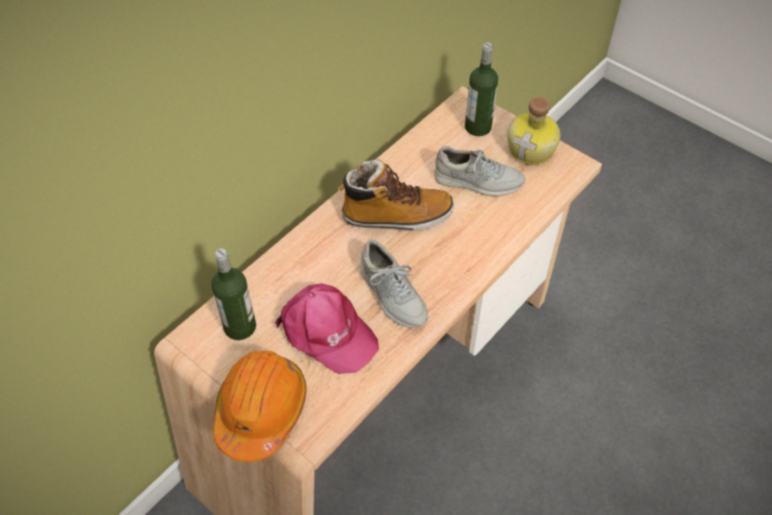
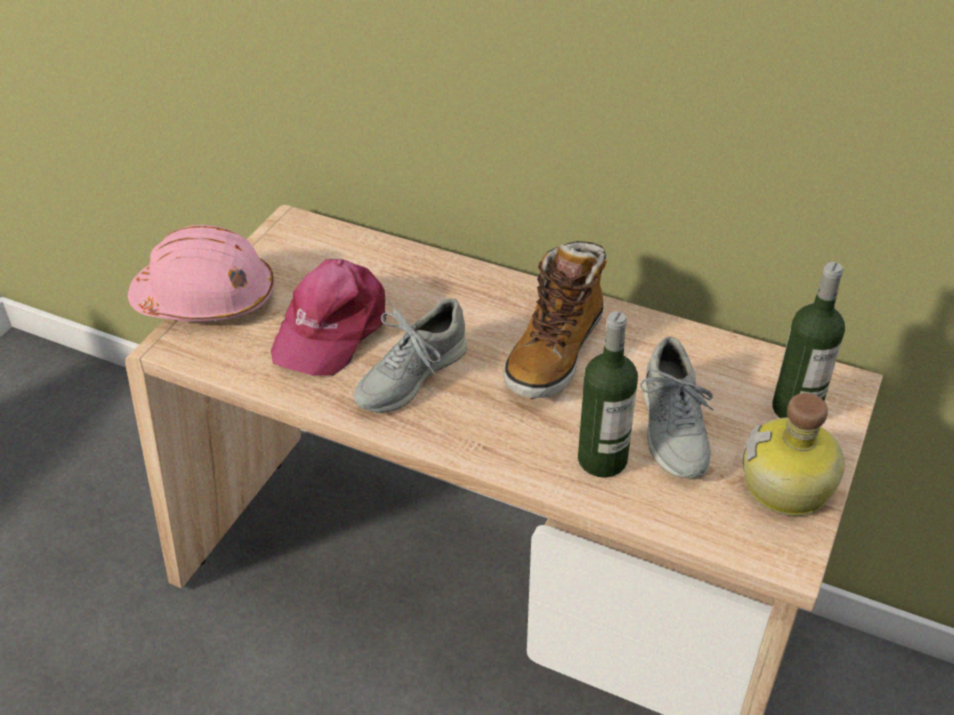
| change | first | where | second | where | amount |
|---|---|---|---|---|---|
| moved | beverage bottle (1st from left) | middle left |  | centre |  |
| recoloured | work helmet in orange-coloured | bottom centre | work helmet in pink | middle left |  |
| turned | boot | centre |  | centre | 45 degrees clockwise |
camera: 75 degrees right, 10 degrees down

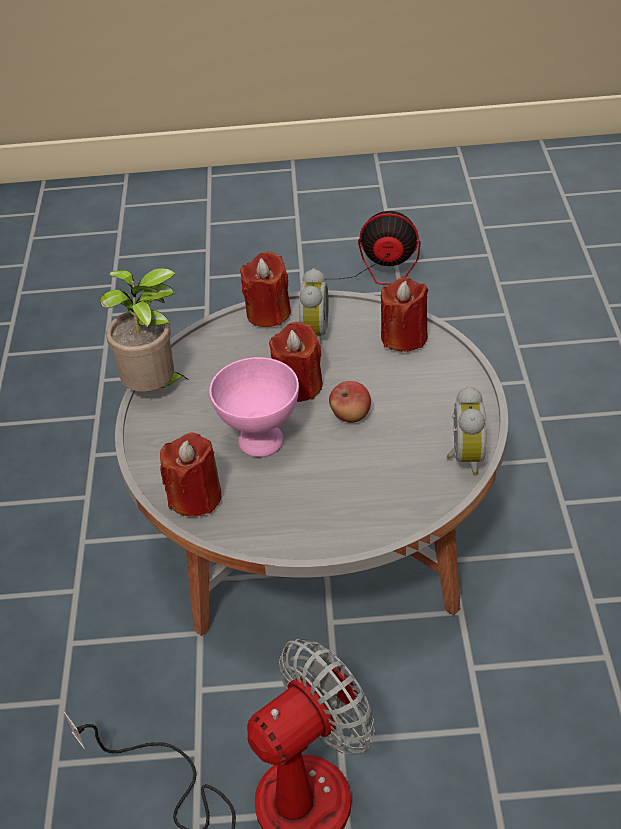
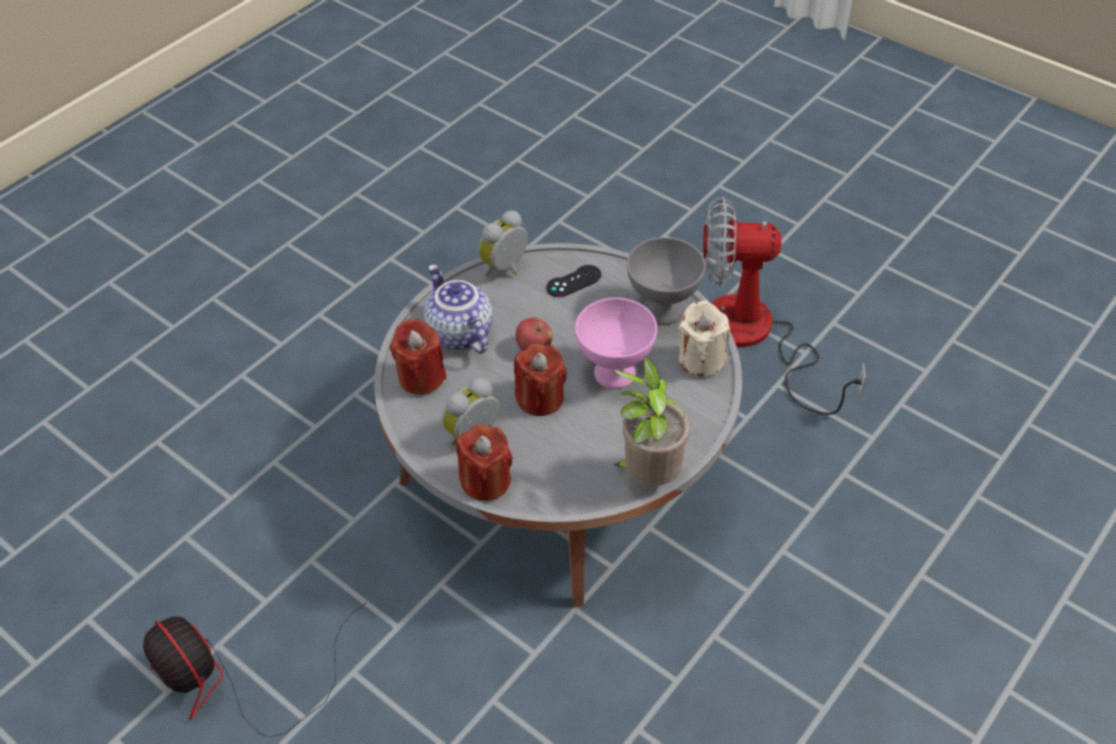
| change | first | where | second | where | amount |
|---|---|---|---|---|---|
| recoloured | wax light in red-coloured (1st from left) | middle left | wax light in beige-coloured | centre |  |
| added |  |  | teapot | centre |  |
| added |  |  | gamepad in blackish | centre |  |
| added |  |  | bowl in grey | centre |  |
camera: 140 degrees left, 5 degrees up

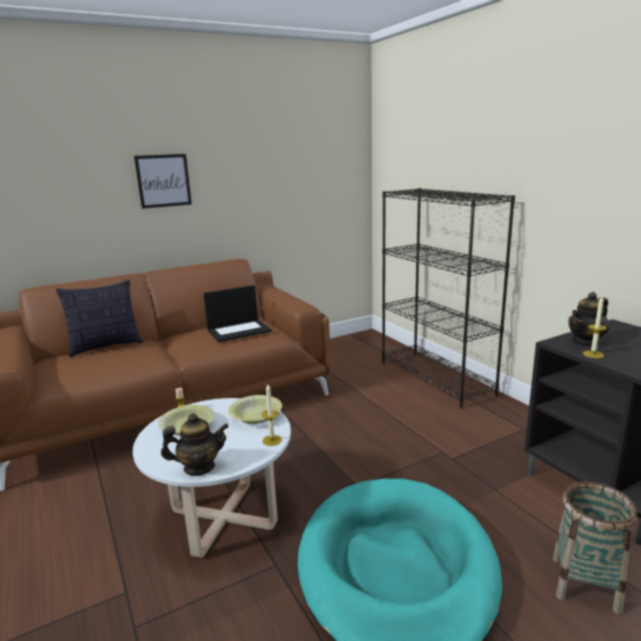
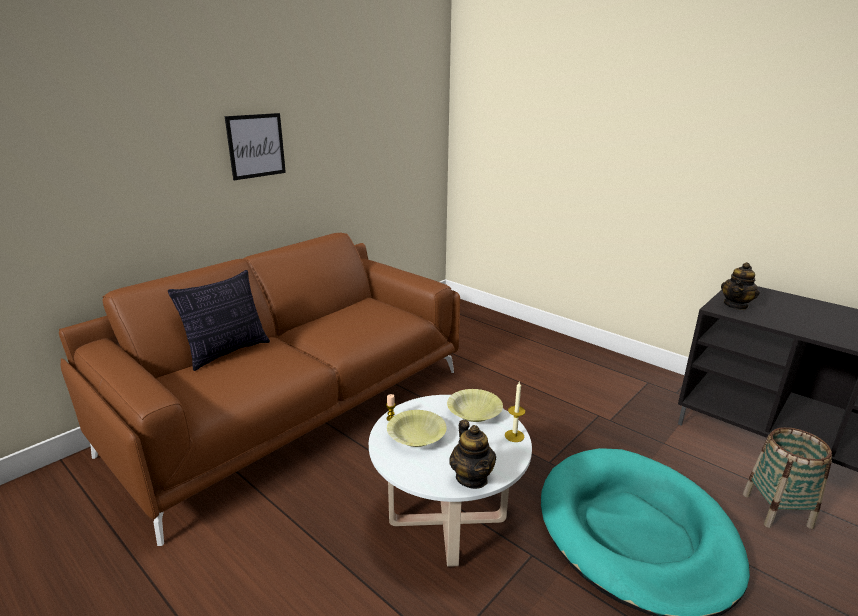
| change | first | where | second | where | amount |
|---|---|---|---|---|---|
| turned | teapot (1st from left) | bottom left |  | bottom centre | 105 degrees clockwise |
| removed | notebook computer | centre |  |  |  |
| removed | shelving unit in blackish | middle right |  |  |  |
| removed | wax light (3rd from left) | middle right |  |  |  |
camera: 20 degrees left, 5 degrees up

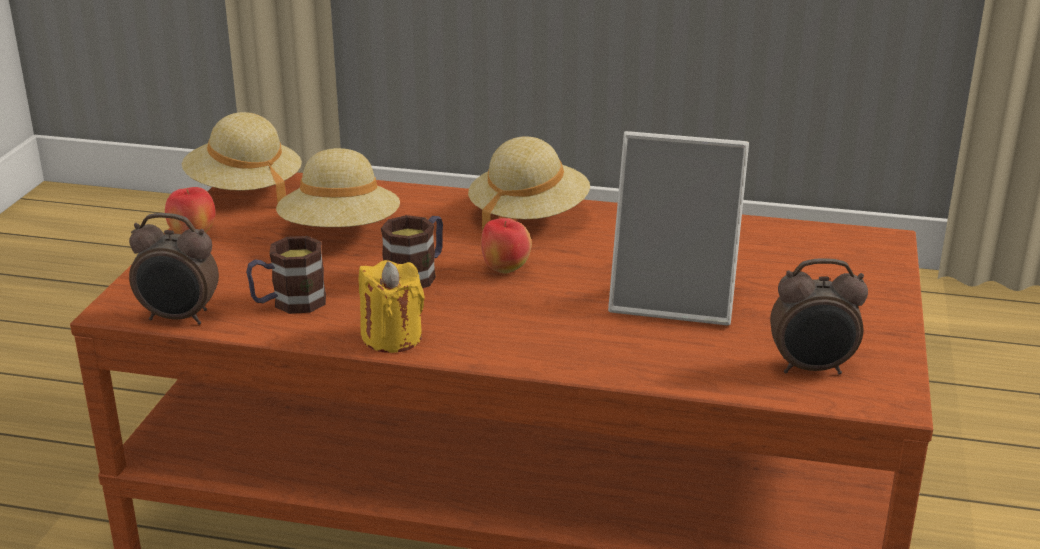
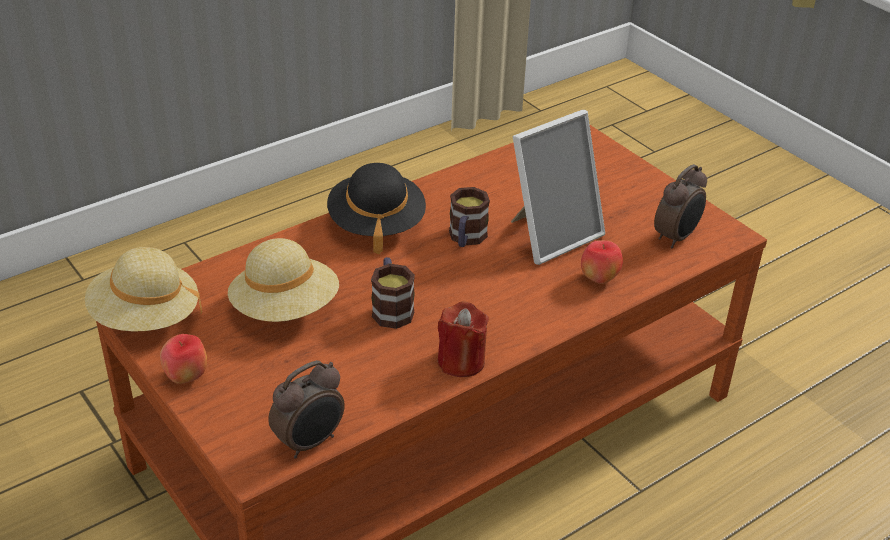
| change | first | where | second | where | amount |
|---|---|---|---|---|---|
| moved | tea mug (1st from left in the first image) | middle left | tea mug (2nd from left) | centre |  |
| recoloured | wax light in yellow-coloured | centre | wax light in red-coloured | centre |  |
| recoloured | hat in beige-coloured (3rd from left) | centre | hat in blackish | centre |  |
| moved | apple fruit (2nd from left) | centre |  | middle right |  |
camera: 50 degrees left, 10 degrees up

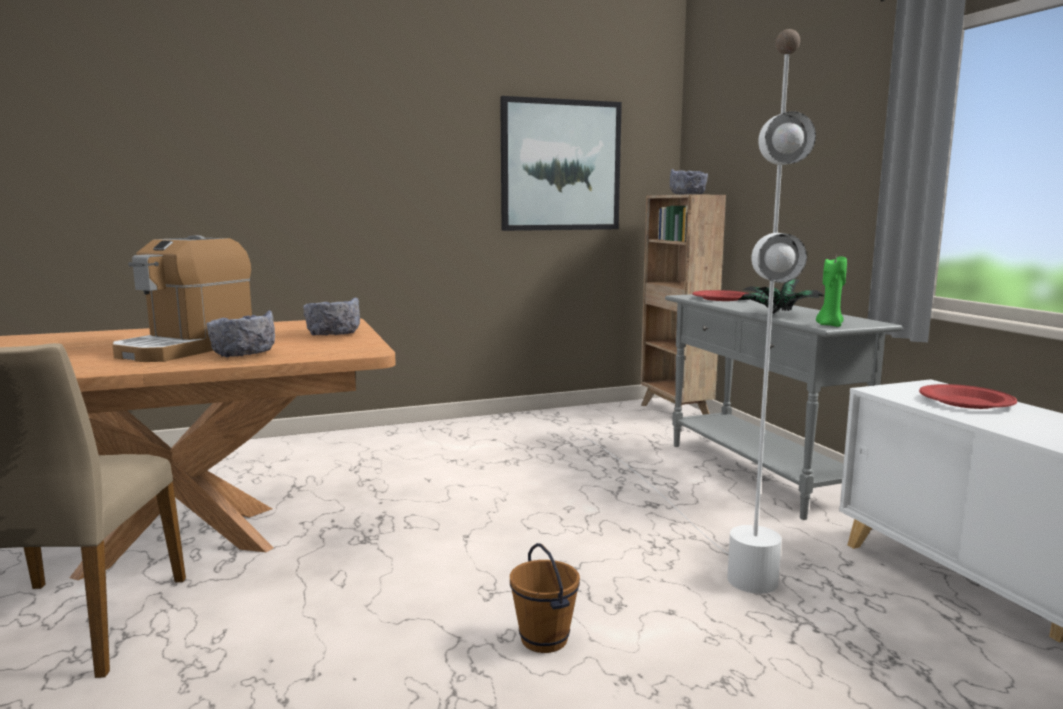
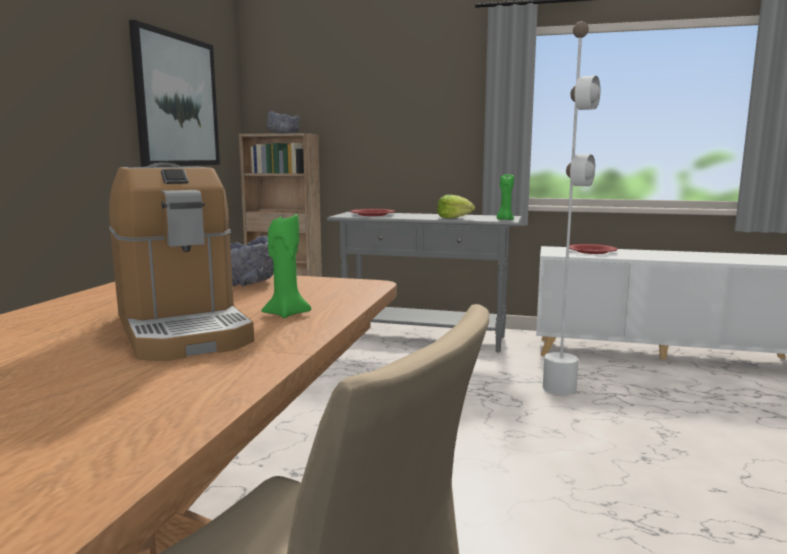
| change | first | where | second | where | amount |
|---|---|---|---|---|---|
| replaced | bowl in grey (1st from left) | middle left | wax light in greenish (1st from left) | centre |  |
| removed | pail in brown-coloured | bottom centre |  |  |  |
| replaced | houseplant | middle right | lettuce | centre |  |
camera: 55 degrees left, 0 degrees up

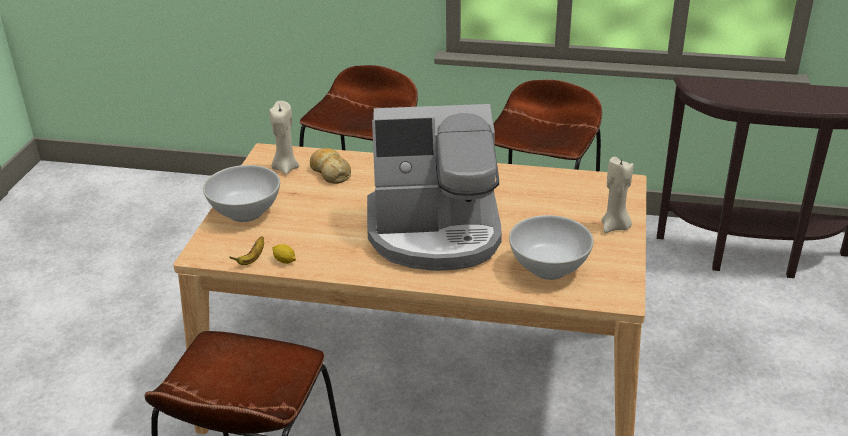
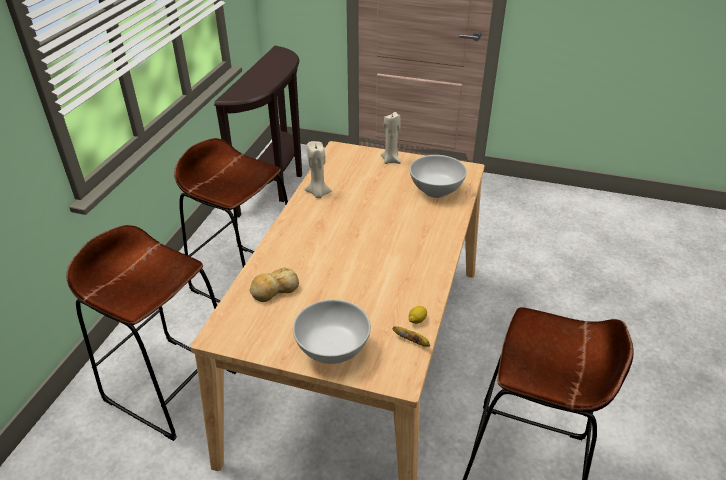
| change | first | where | second | where | amount |
|---|---|---|---|---|---|
| moved | wax light in beige-coloured (1st from left) | top centre |  | centre |  |
| removed | coffee machine | centre |  |  |  |
camera: 85 degrees left, 5 degrees up

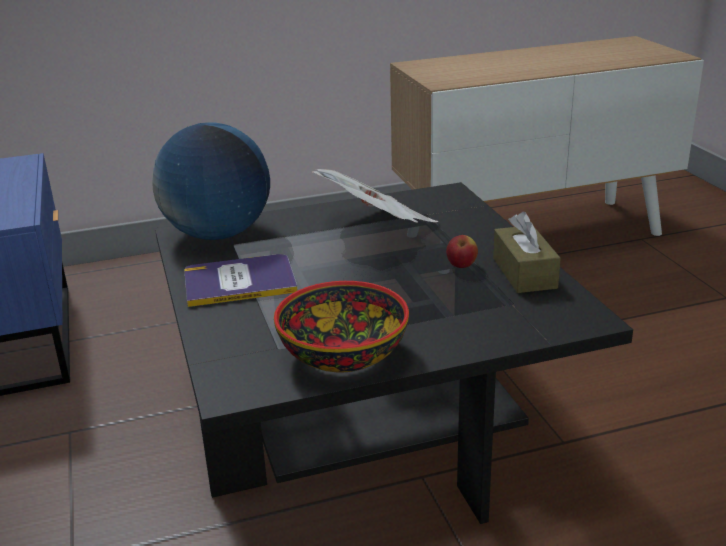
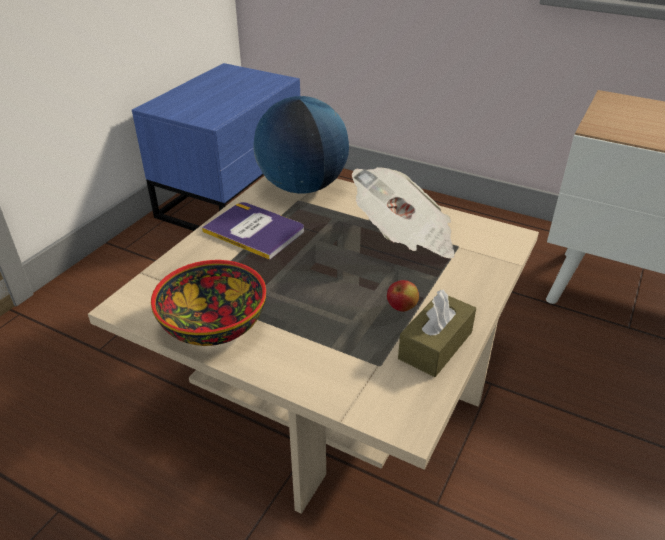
| change | first | where | second | where | amount |
|---|---|---|---|---|---|
| recoloured | low table in blackish | centre | low table in beige-coloured | centre |  |
camera: 45 degrees right, 10 degrees up

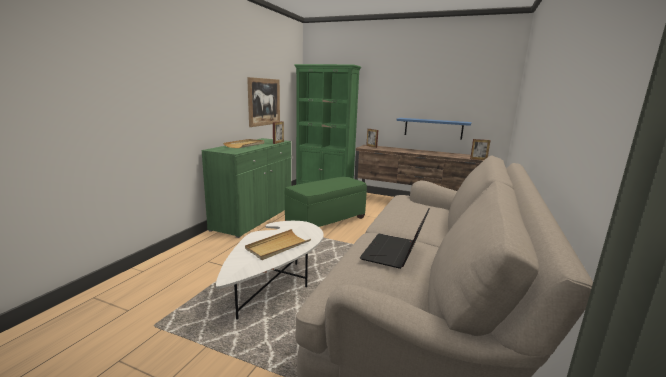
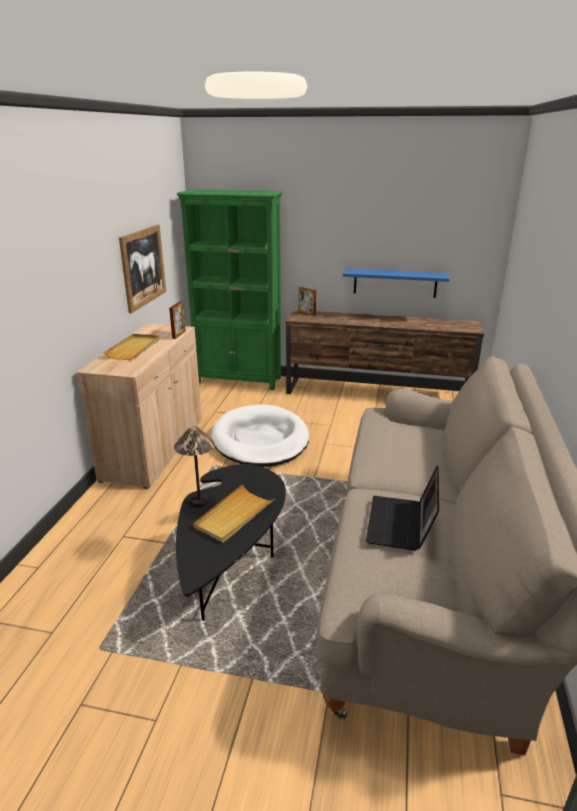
| change | first | where | second | where | amount |
|---|---|---|---|---|---|
| recoloured | storage cabinet in greenish | centre | storage cabinet in beige-coloured | middle left |  |
| recoloured | low table in whitish | bottom centre | low table in blackish | bottom centre |  |
| replaced | ottoman in greenish | centre | pet bed in whitish | centre |  |
| removed | photo frame (3rd from left) | middle right |  |  |  |
| added |  |  | tabletop lamp | centre |  |
camera: 10 degrees left, 10 degrees up

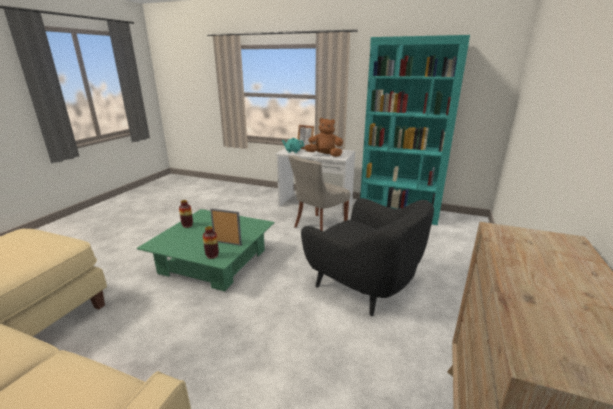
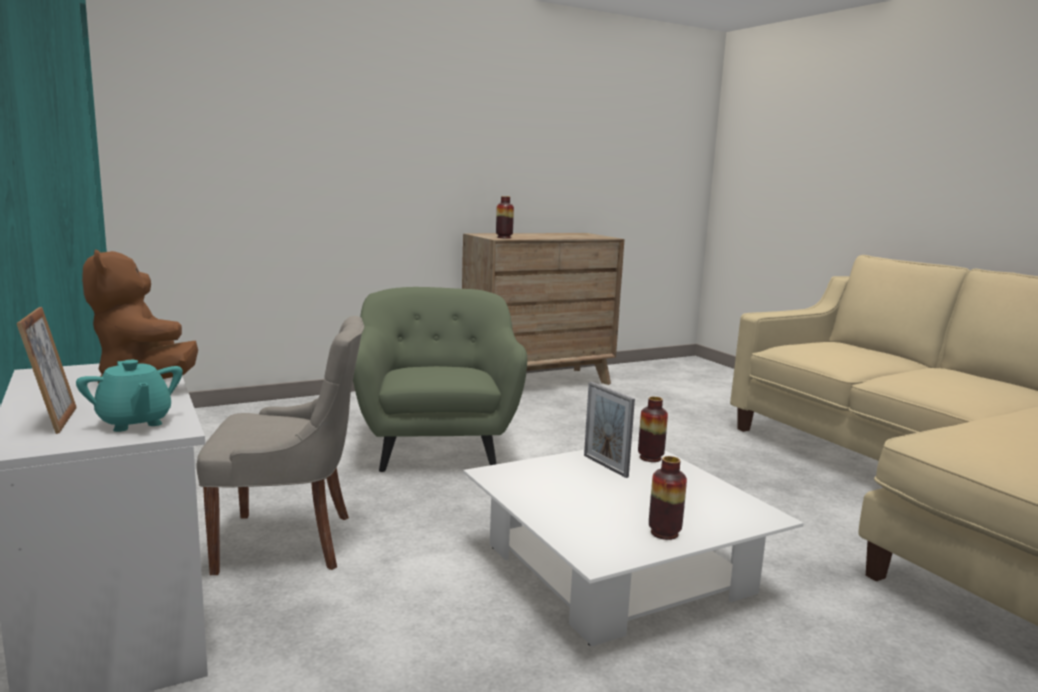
| change | first | where | second | where | amount |
|---|---|---|---|---|---|
| recoloured | low table in greenish | centre | low table in whitish | bottom centre |  |
| recoloured | easy chair in blackish | centre | easy chair in greenish | centre |  |
| added |  |  | flower vase (1st from left) | top centre |  |
camera: 140 degrees left, 10 degrees down

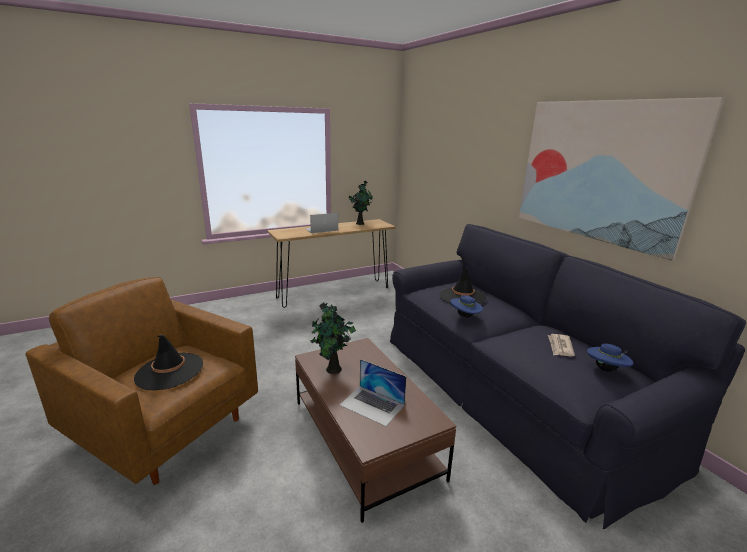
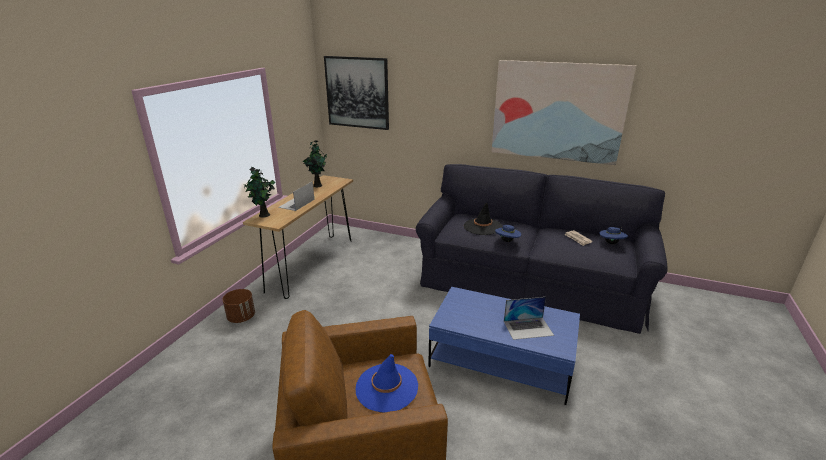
| change | first | where | second | where | amount |
|---|---|---|---|---|---|
| recoloured | hat in blackish (1st from left) | middle left | hat in bluish (1st from left) | bottom centre |  |
| recoloured | low table in brown-coloured | bottom centre | low table in bluish | bottom centre |  |
| moved | houseplant (1st from left) | centre |  | middle left |  |
| added |  |  | planter in brown-coloured | middle left |  |
| added |  |  | picture (1st from left) | top centre |  |
camera: 40 degrees left, 5 degrees up

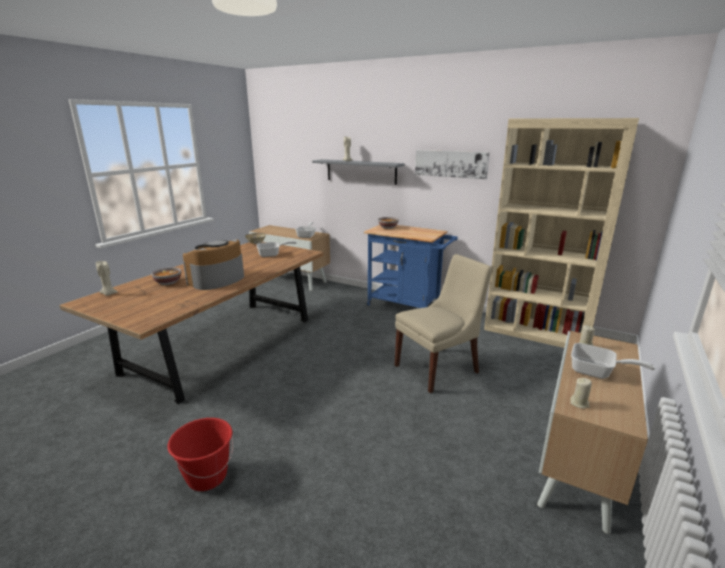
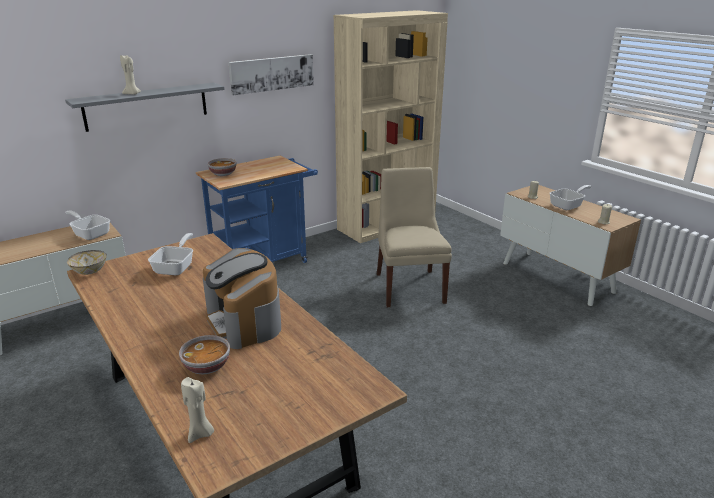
| change | first | where | second | where | amount |
|---|---|---|---|---|---|
| removed | pail in red-coloured | bottom left |  |  |  |
camera: 65 degrees left, 5 degrees up

